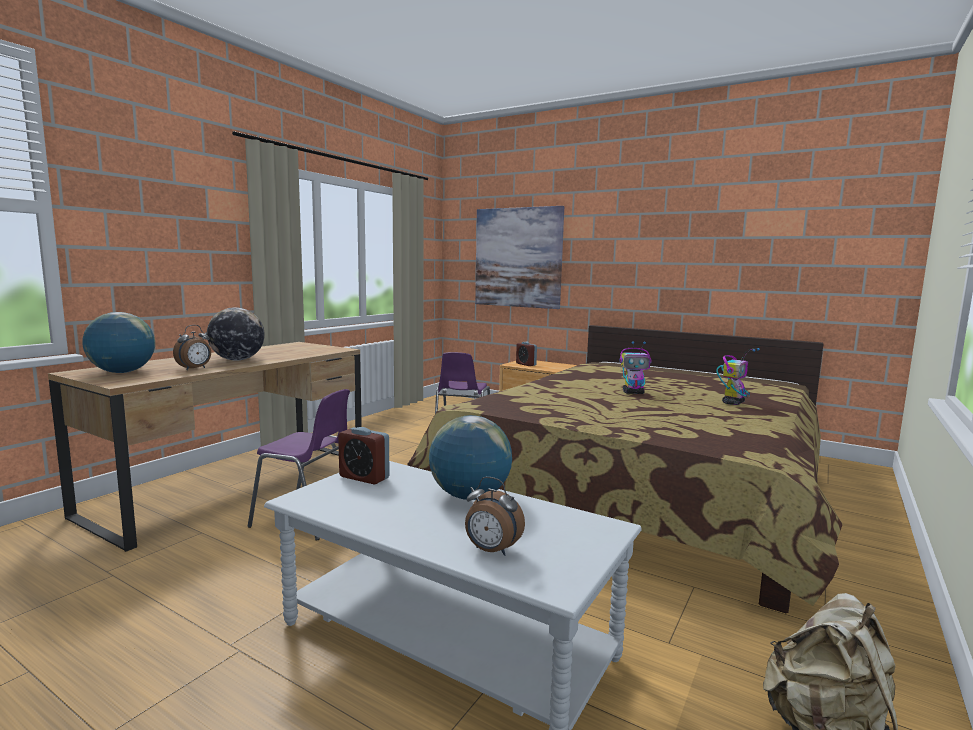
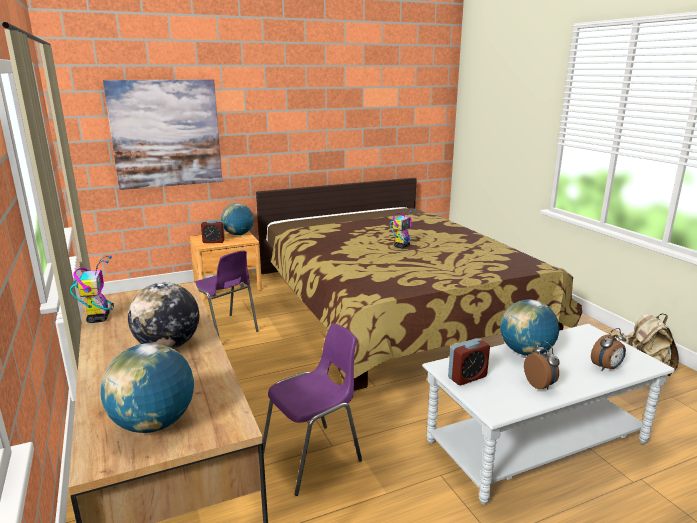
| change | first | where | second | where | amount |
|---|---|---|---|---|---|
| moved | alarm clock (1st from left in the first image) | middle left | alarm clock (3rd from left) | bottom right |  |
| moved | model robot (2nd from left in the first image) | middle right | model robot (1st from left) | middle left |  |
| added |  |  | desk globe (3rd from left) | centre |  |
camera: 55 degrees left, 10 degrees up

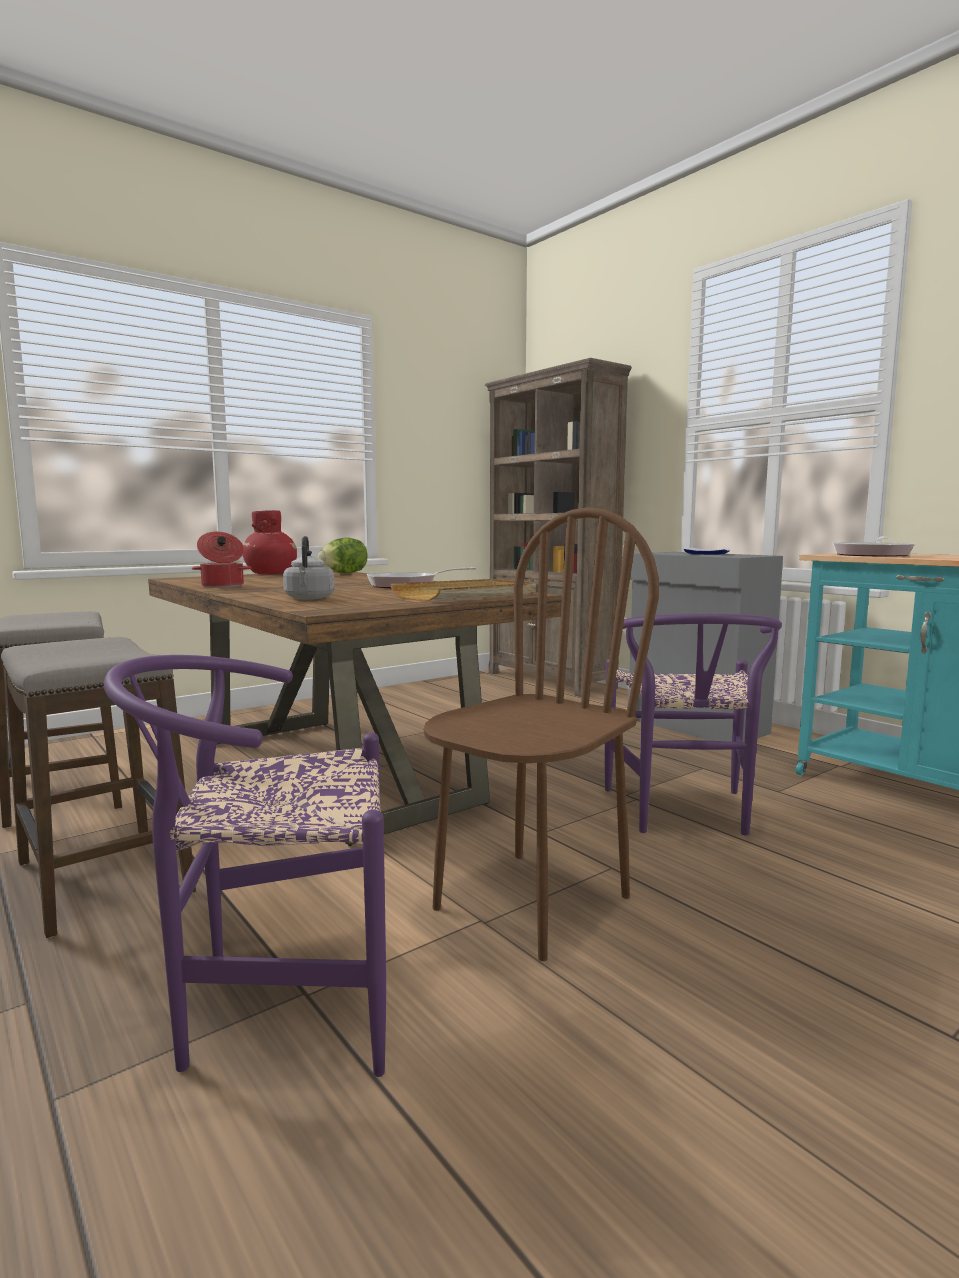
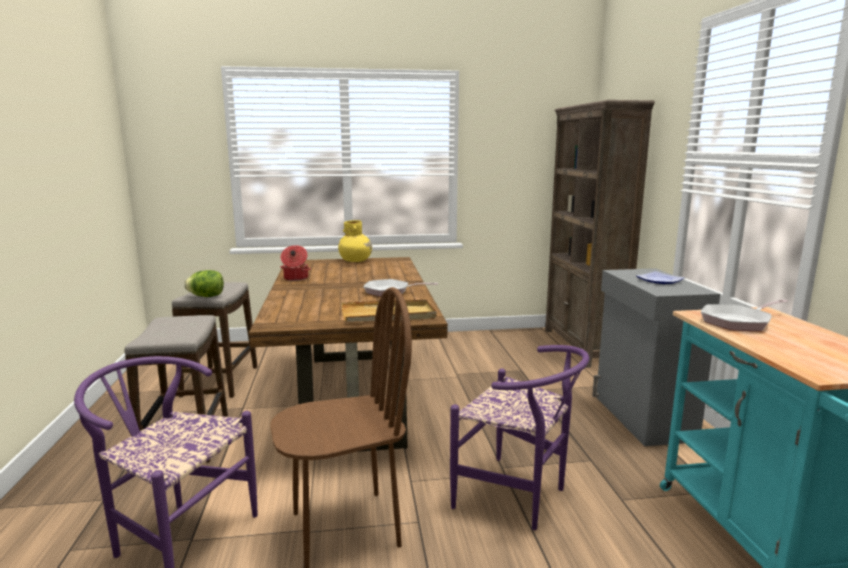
| change | first | where | second | where | amount |
|---|---|---|---|---|---|
| recoloured | flower vase in red-coloured | middle left | flower vase in yellow-coloured | centre |  |
| removed | kettle in grey | middle left |  |  |  |
| moved | lettuce | centre |  | middle left |  |
| turned | upright chair in purple (2nd from left) | middle right |  | bottom centre | 90 degrees counterclockwise |
camera: 30 degrees right, 5 degrees up

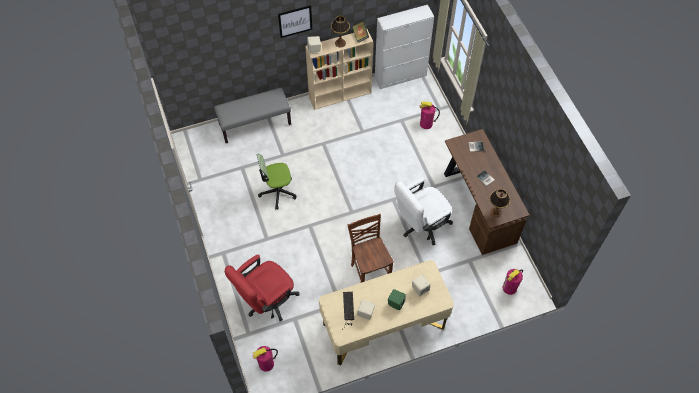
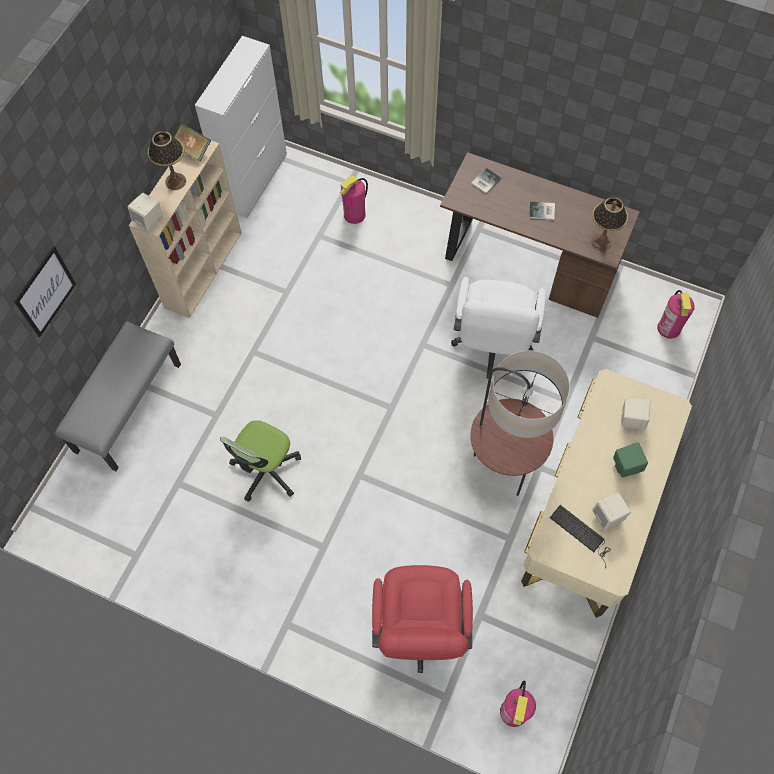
| change | first | where | second | where | amount |
|---|---|---|---|---|---|
| moved | picture | top centre |  | middle left |  |
| replaced | upright chair in brown-coloured | centre | standing lamp | middle right |  |
camera: 45 degrees left, 5 degrees up

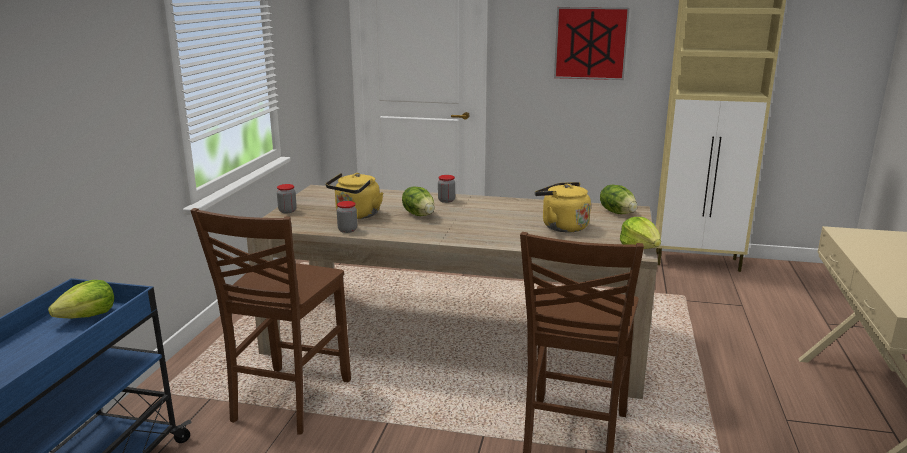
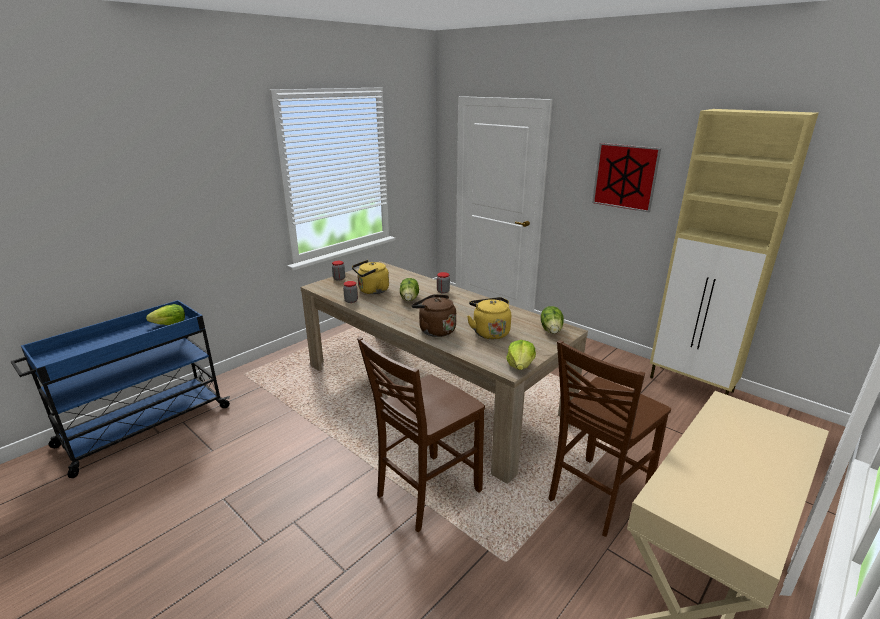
| change | first | where | second | where | amount |
|---|---|---|---|---|---|
| moved | upright chair in brown-coloured (1st from left in the first image) | bottom left | upright chair in brown-coloured (2nd from left) | bottom right |  |
| added |  |  | kettle in brown-coloured | centre |  |
camera: 30 degrees right, 5 degrees up

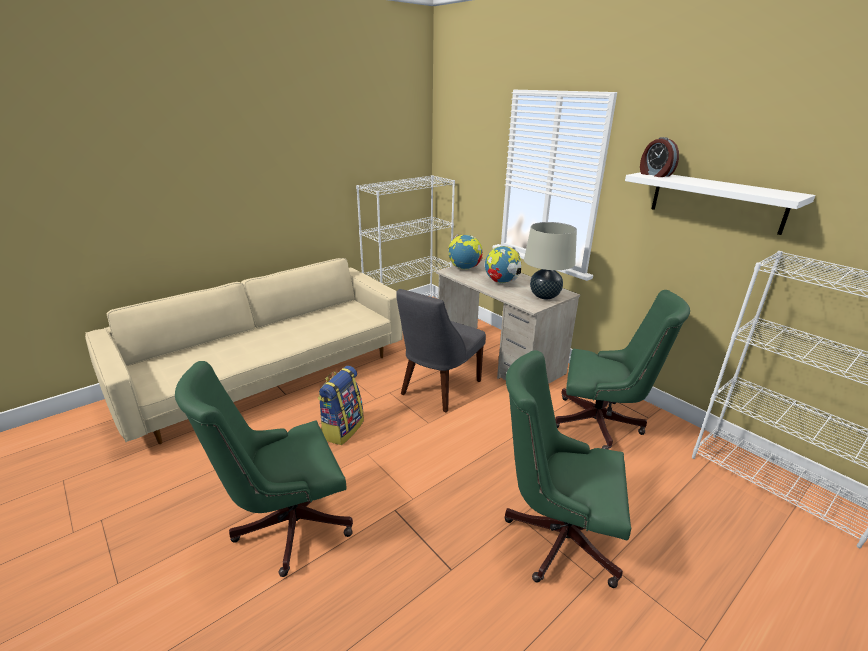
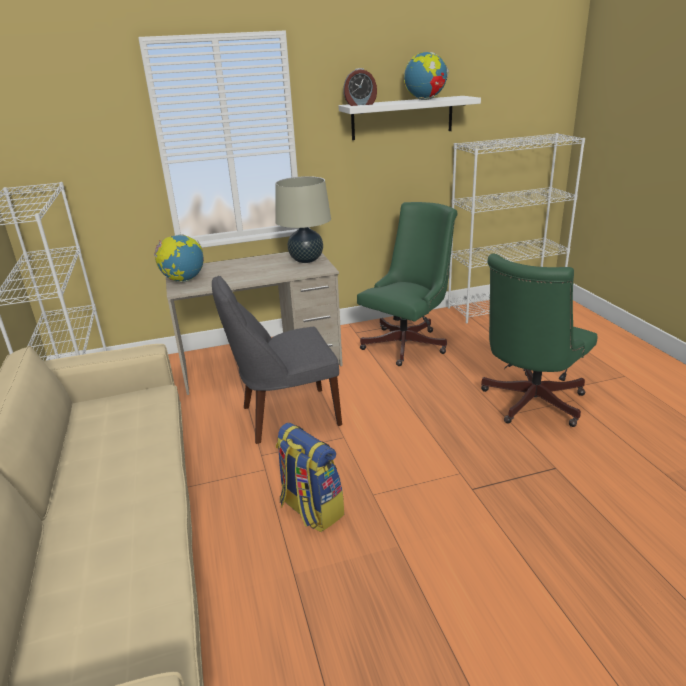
| change | first | where | second | where | amount |
|---|---|---|---|---|---|
| removed | office chair in greenish (1st from left) | bottom left |  |  |  |
| turned | upright chair in grey | centre |  | centre | 105 degrees clockwise |
| moved | desk globe (2nd from left) | centre |  | top centre |  |
camera: 65 degrees left, 0 degrees up

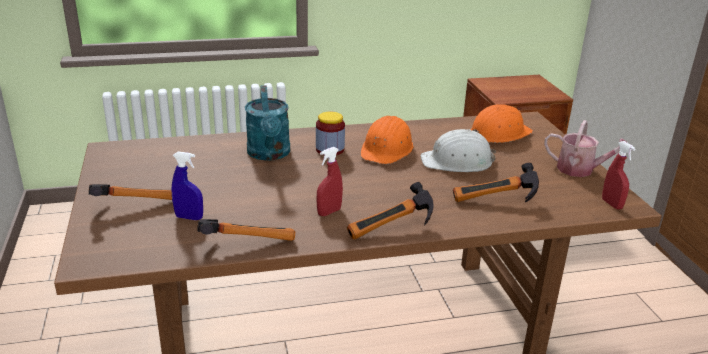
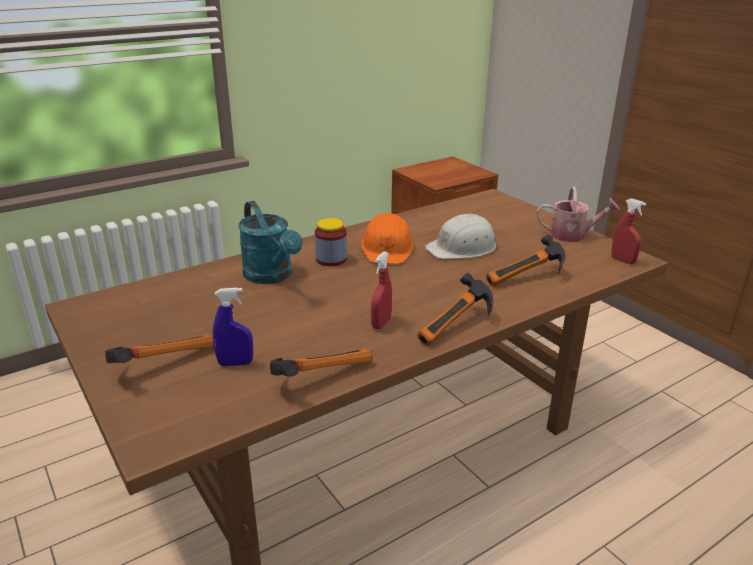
| change | first | where | second | where | amount |
|---|---|---|---|---|---|
| removed | work helmet in orange-coloured (2nd from left) | middle right |  |  |  |
camera: 20 degrees left, 0 degrees up

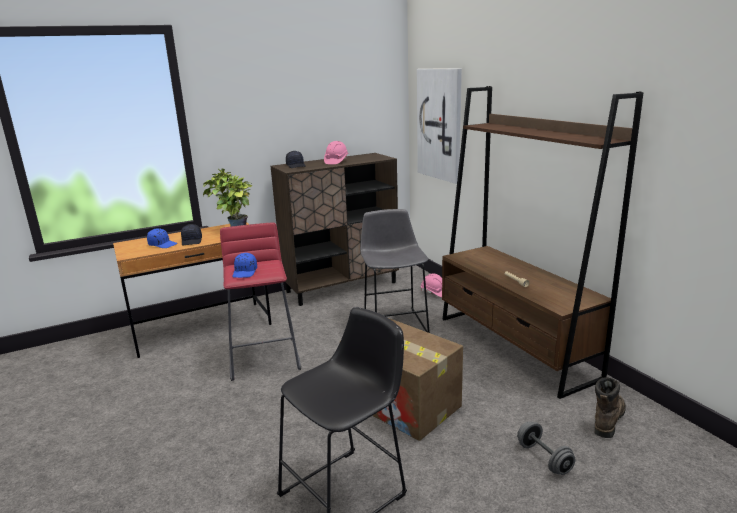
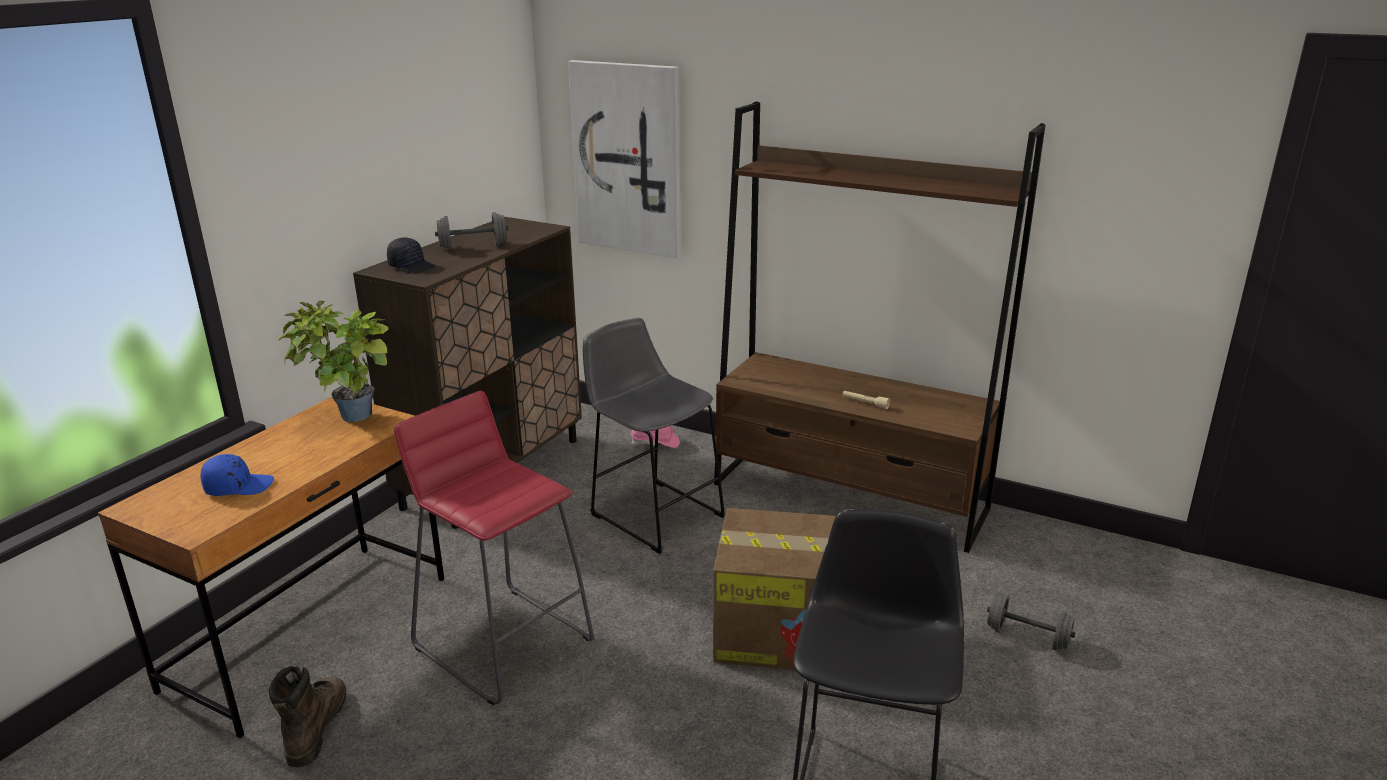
| change | first | where | second | where | amount |
|---|---|---|---|---|---|
| removed | baseball cap in blackish (1st from left) | middle left |  |  |  |
| removed | baseball cap in bluish (2nd from left) | middle left |  |  |  |
| replaced | work helmet in pink (1st from left) | top centre | hand weight in grey (1st from left) | top centre |  |
| moved | boot in brown-coloured | bottom right |  | bottom left |  |
camera: 35 degrees left, 5 degrees up

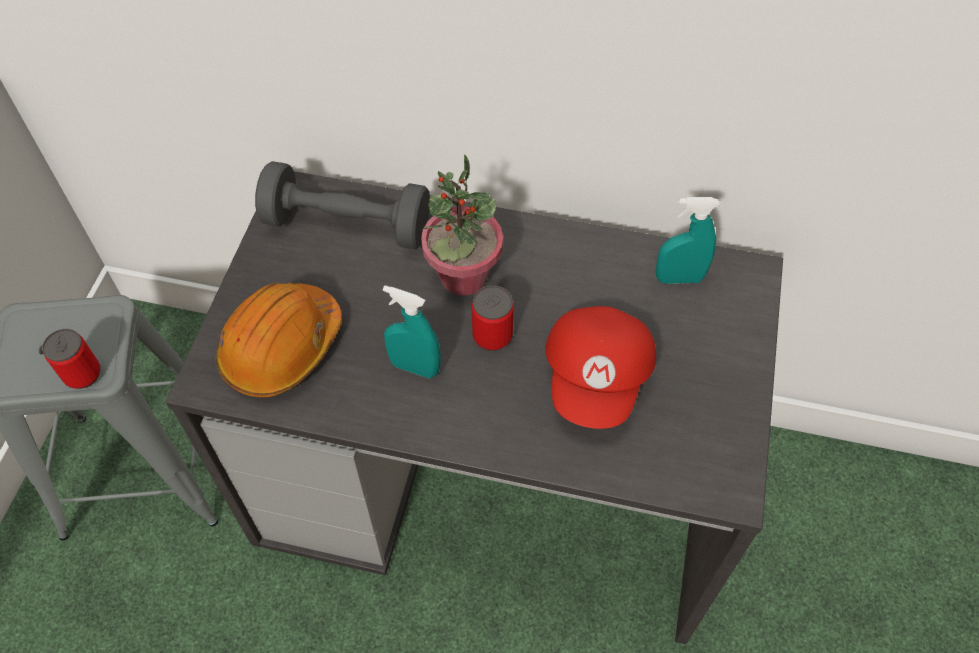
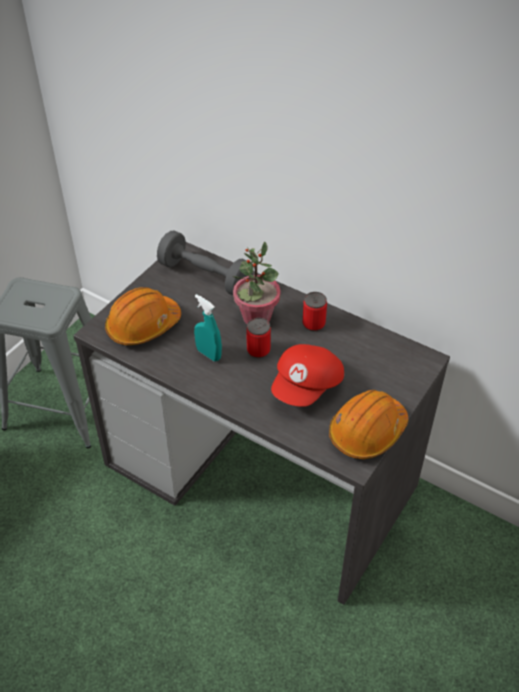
| change | first | where | second | where | amount |
|---|---|---|---|---|---|
| moved | sealed can (1st from left in the first image) | middle left | sealed can (2nd from left) | centre |  |
| removed | hand sprayer in turquoise (2nd from left) | middle right |  |  |  |
| added |  |  | work helmet in orange-coloured (2nd from left) | middle right |  |
camera: 20 degrees right, 10 degrees down

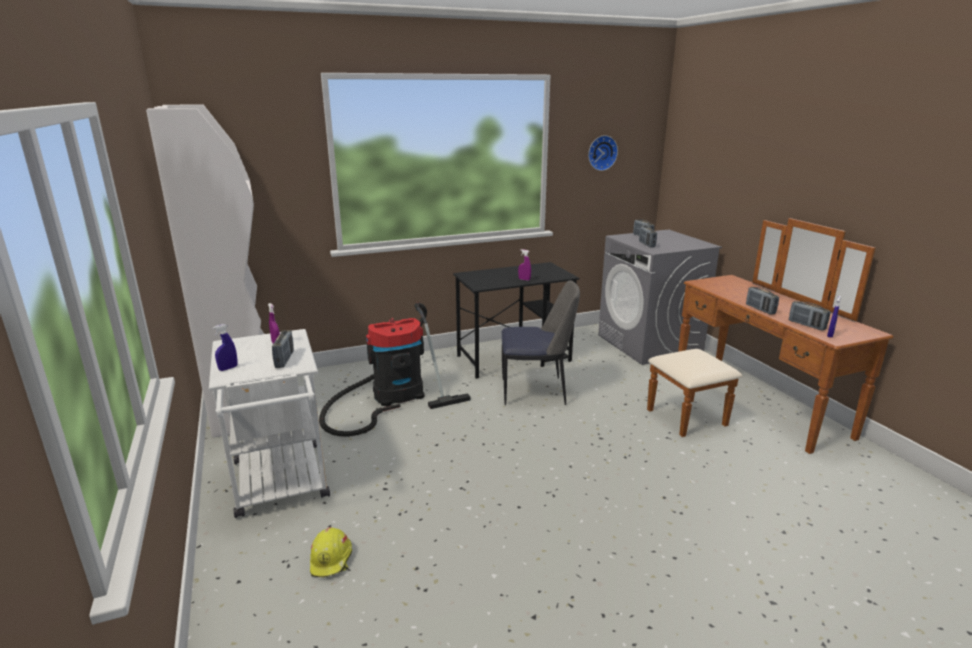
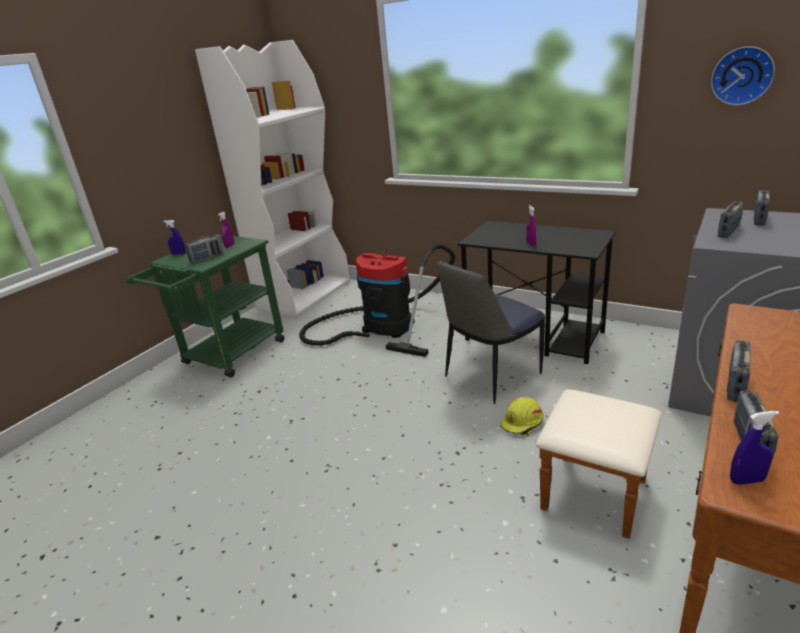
| change | first | where | second | where | amount |
|---|---|---|---|---|---|
| recoloured | trolley in whitish | middle left | trolley in greenish | middle left |  |
| moved | work helmet in yellow-coloured | bottom centre |  | centre |  |
| turned | upright chair | centre |  | centre | 90 degrees clockwise |
camera: 55 degrees right, 5 degrees up

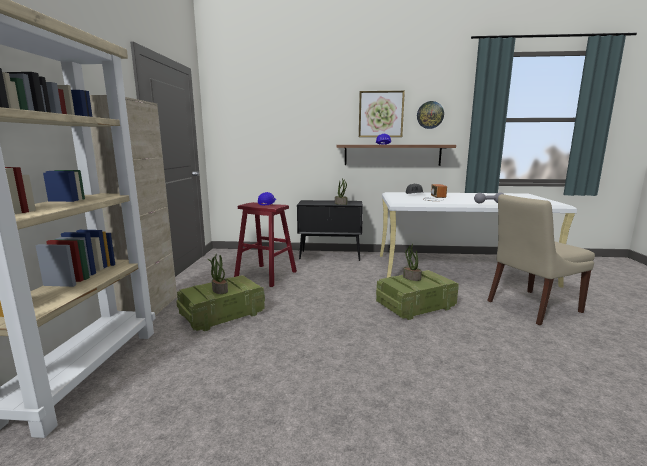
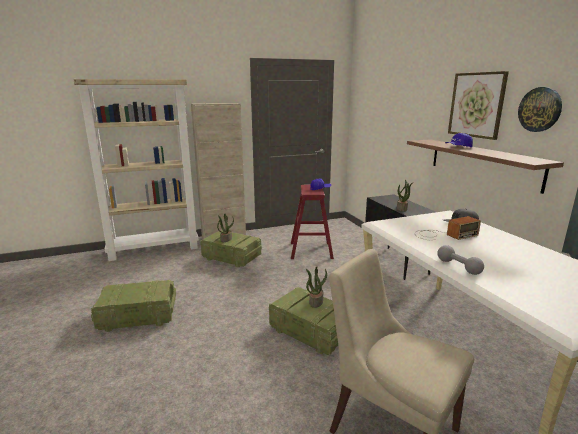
| change | first | where | second | where | amount |
|---|---|---|---|---|---|
| added |  |  | crate (1st from left) | bottom left |  |
camera: 65 degrees right, 5 degrees up

